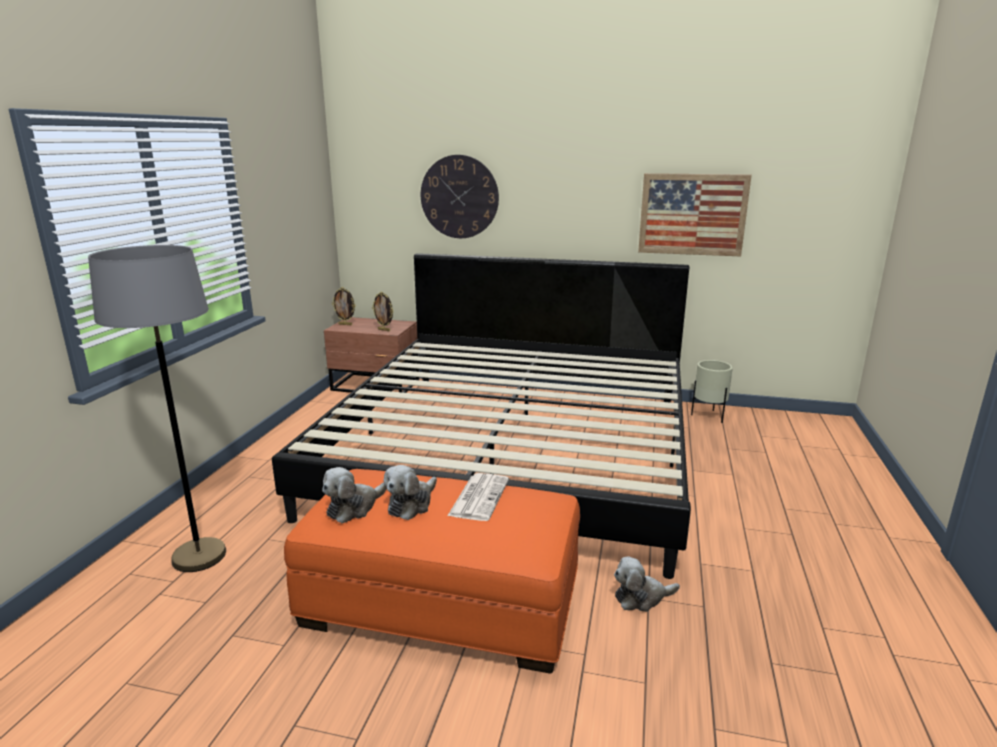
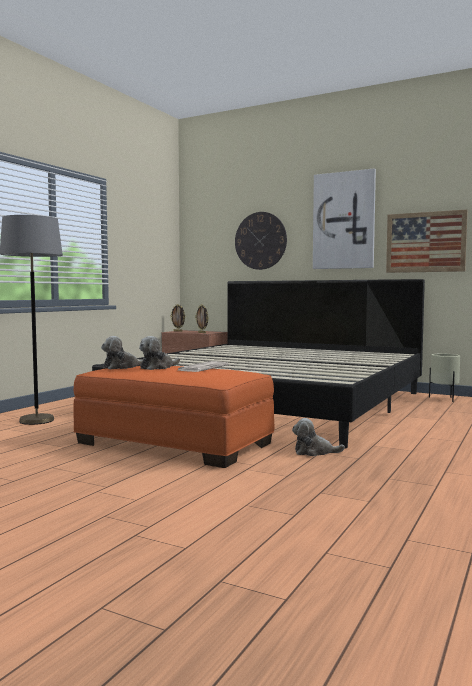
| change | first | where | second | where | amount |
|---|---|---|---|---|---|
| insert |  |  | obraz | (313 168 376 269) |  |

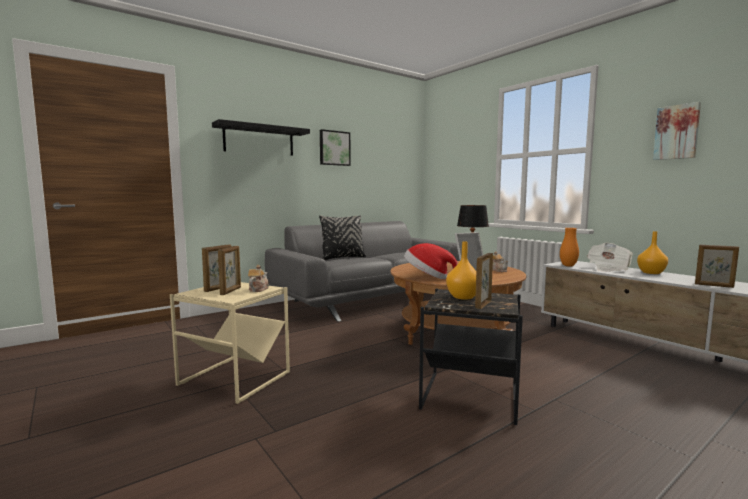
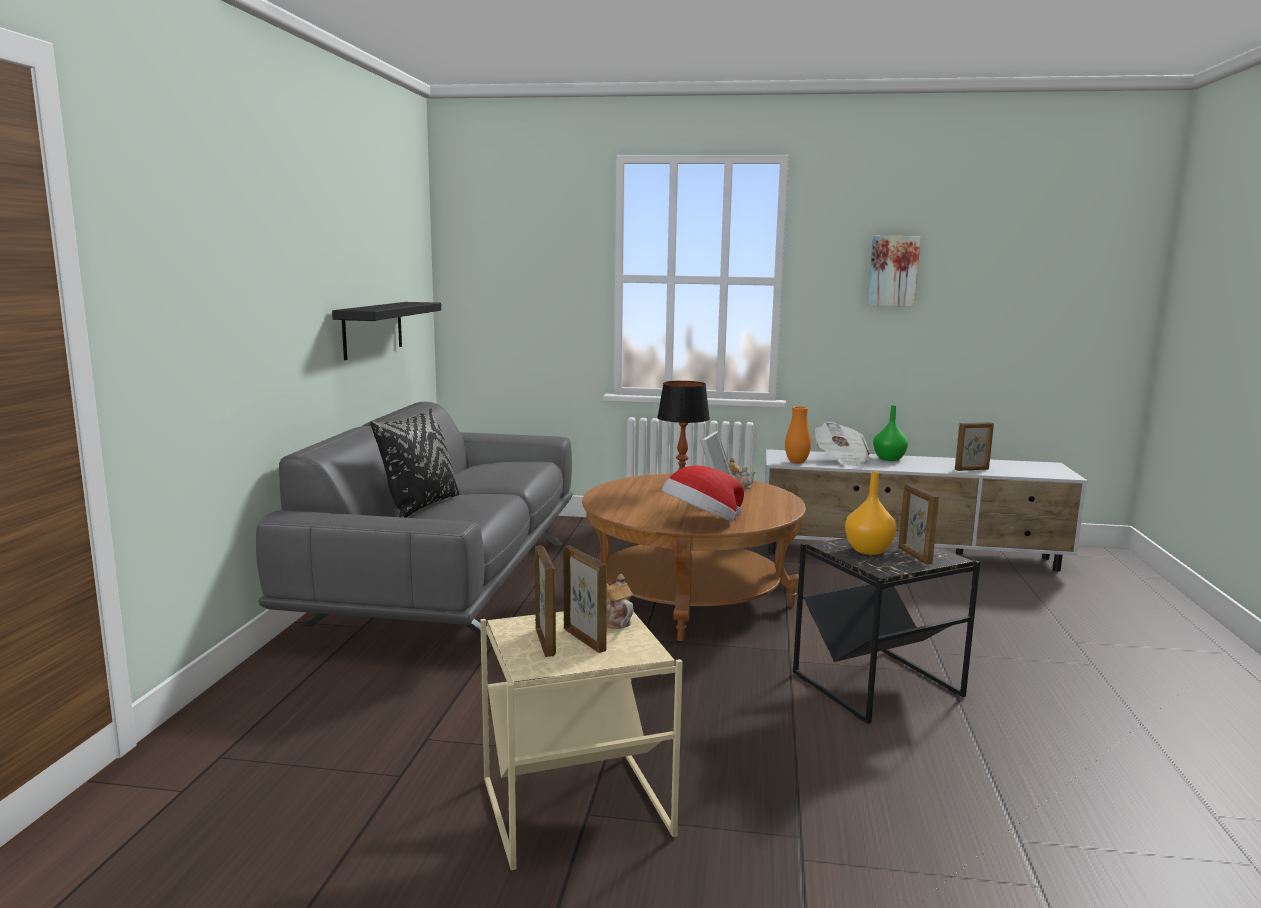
| change | first | where | second | where | amount |
|---|---|---|---|---|---|
| move | półka/czarny | (212 119 310 156) |  | (332 302 441 360) |  |
| delete | obraz | (320 129 351 166) |  |  |  |
| recolor | wazon/pomarańczowy | (637 231 668 274) | wazon/zielony | (873 405 908 461) |  |

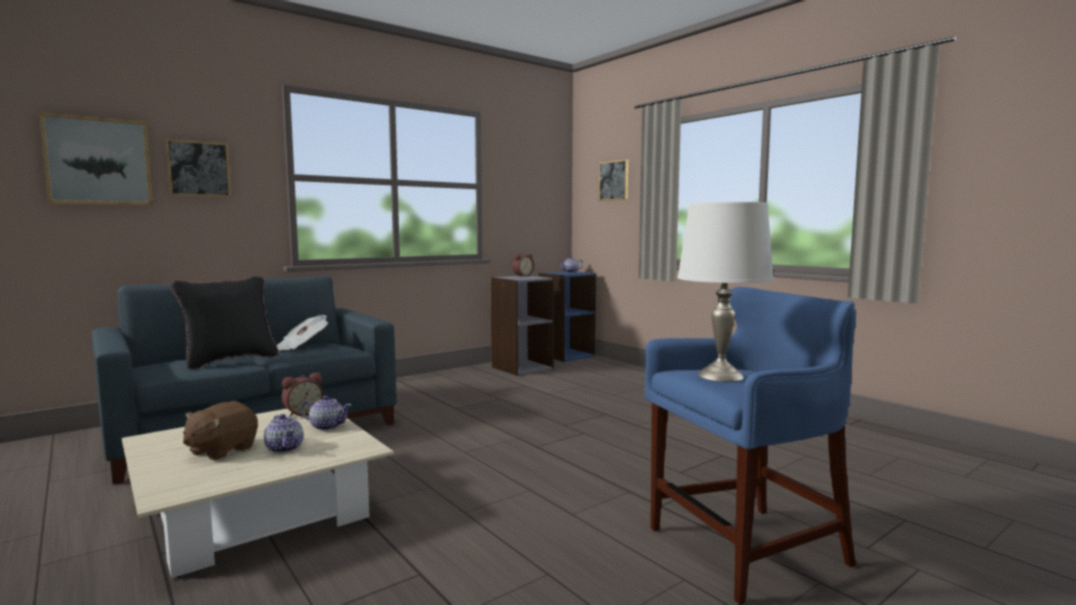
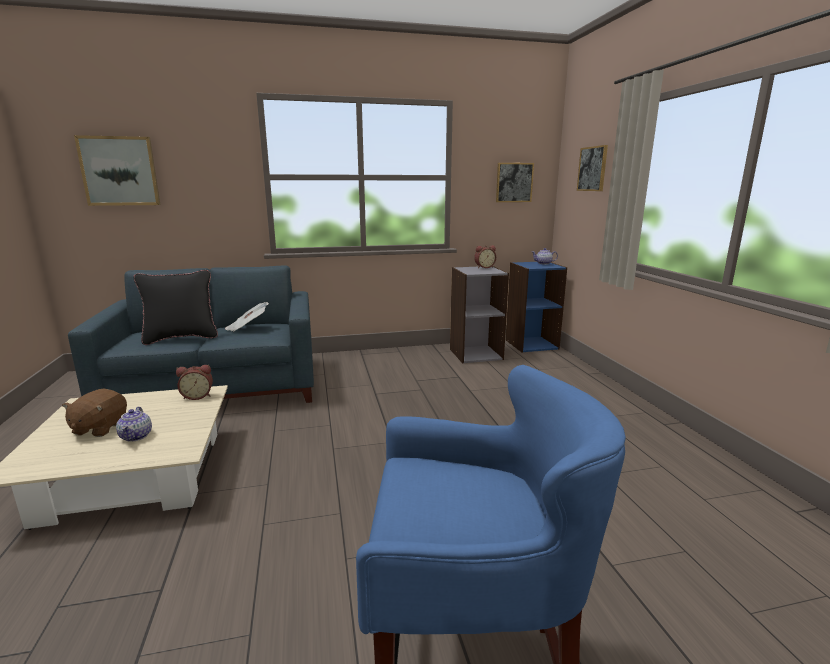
| change | first | where | second | where | amount |
|---|---|---|---|---|---|
| move | obraz | (166 139 231 197) |  | (496 163 534 202) |  |
| rotate | pluszak/brązowy | (183 401 258 460) |  | (62 389 127 437) | 45 degrees counterclockwise |
| delete | imbryk | (301 396 351 430) |  |  |  |
| delete | lampa stołowa/biały | (677 202 774 382) |  |  |  |

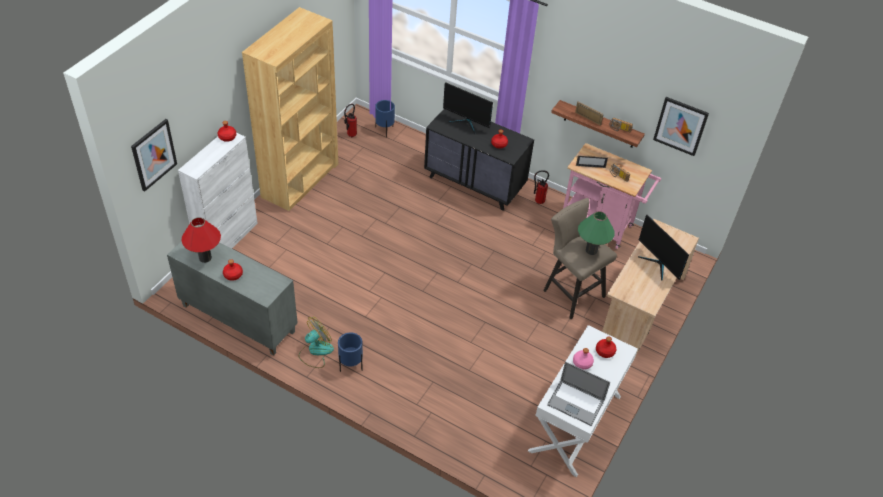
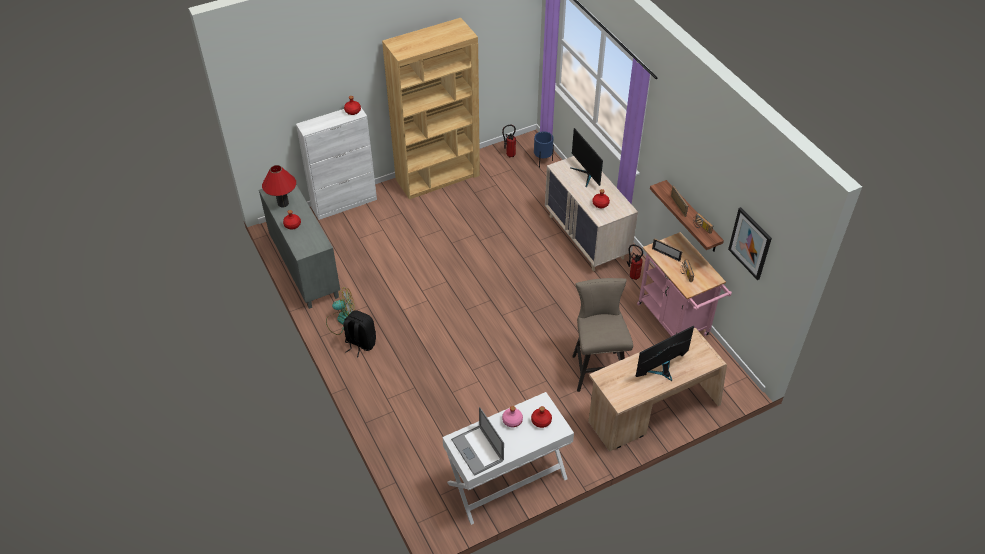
| change | first | where | second | where | amount |
|---|---|---|---|---|---|
| delete | obraz | (131 119 177 192) |  |  |  |
| replace | donica/niebieski | (338 332 363 372) | plecak/czarny | (343 310 376 358) |  |
| recolor | komoda/czarny | (424 109 534 211) | komoda/beżowy | (545 156 638 271) |  |
| delete | lampa stołowa/zielony | (578 211 615 255) |  |  |  |
| rotate | monitor | (638 215 689 281) |  | (635 326 694 381) | 60 degrees clockwise |

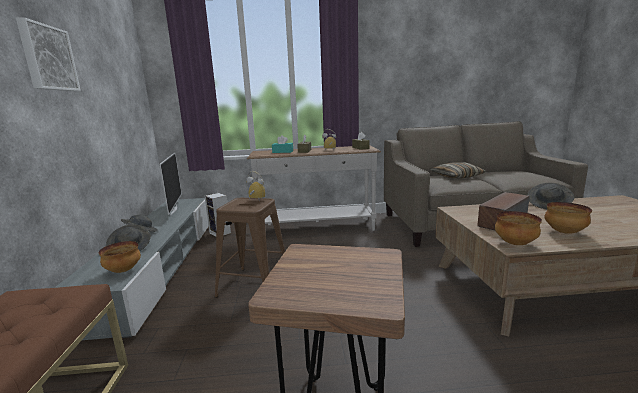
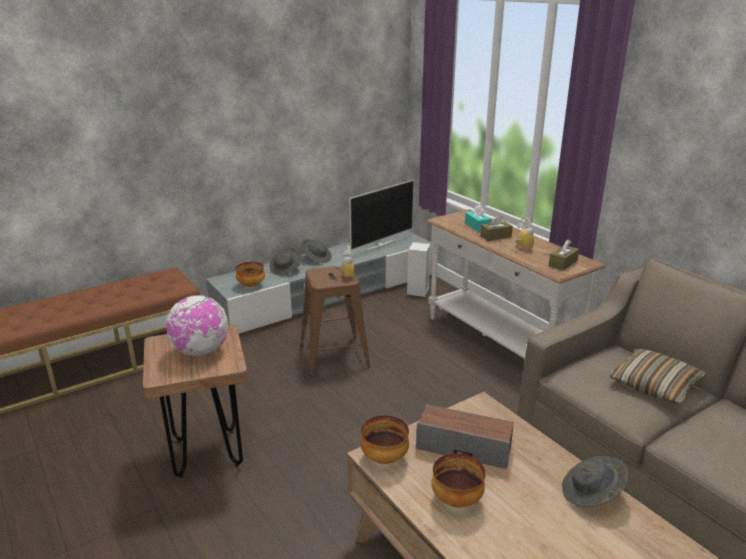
| change | first | where | second | where | amount |
|---|---|---|---|---|---|
| delete | obraz | (16 17 81 91) |  |  |  |
| insert |  |  | globus | (166 295 229 356) |  |

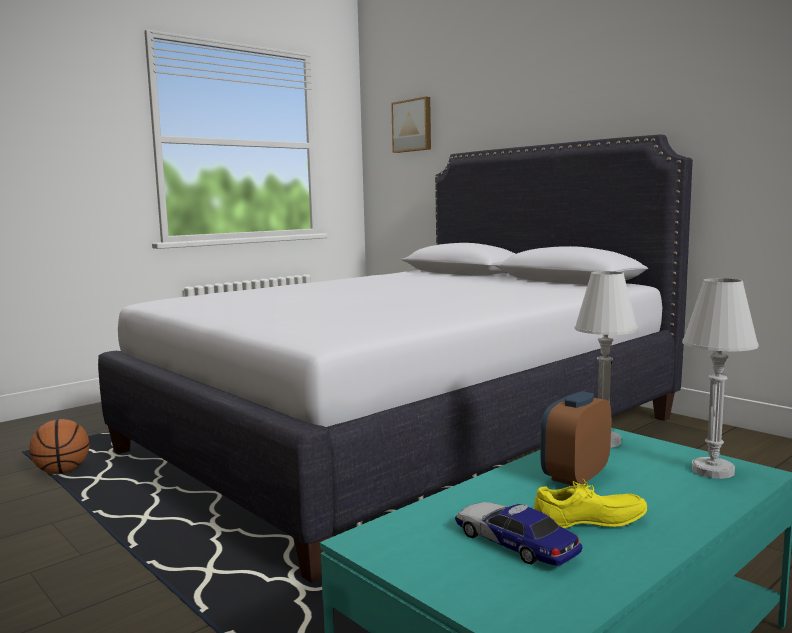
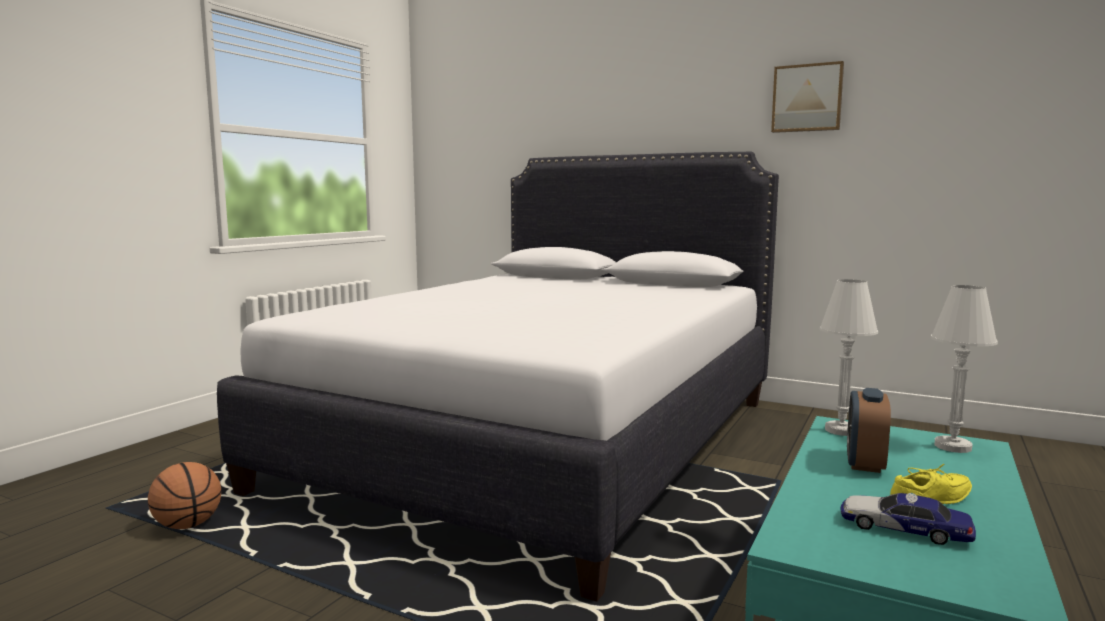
| change | first | where | second | where | amount |
|---|---|---|---|---|---|
| move | obraz | (391 97 431 153) |  | (771 61 844 133) |  |

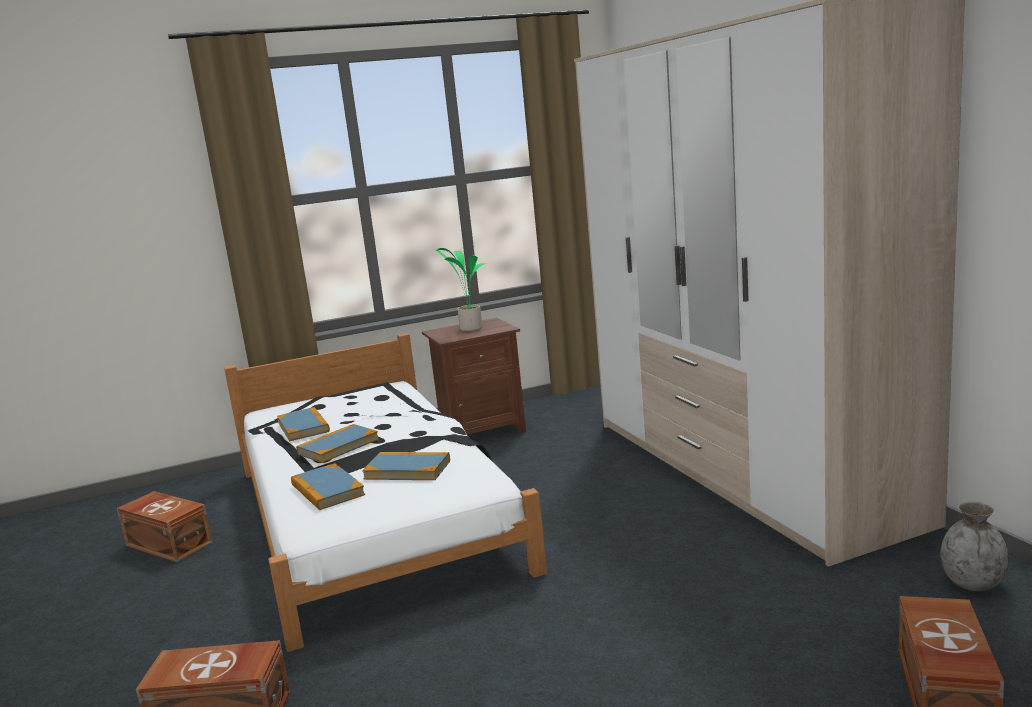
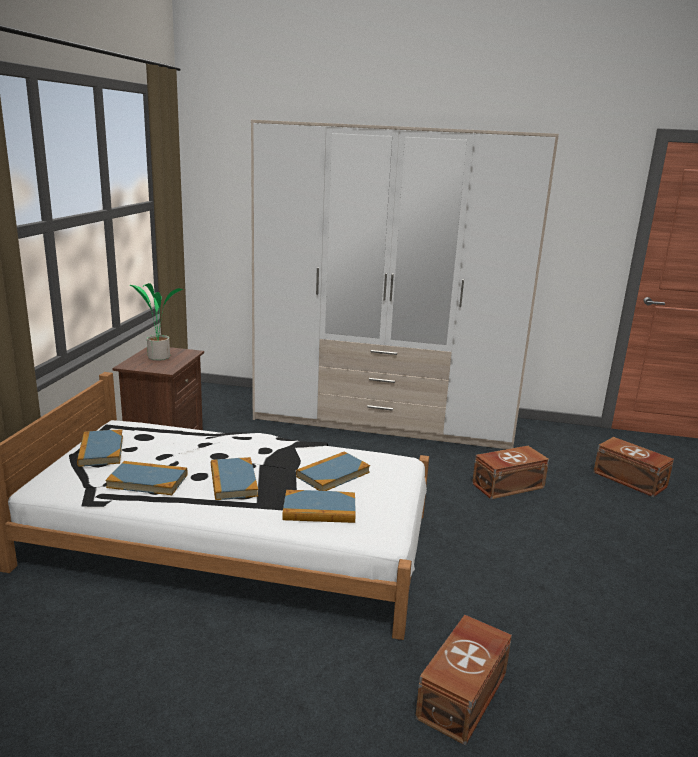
| change | first | where | second | where | amount |
|---|---|---|---|---|---|
| move | pojemnik do przechowywania/brązowy | (117 491 213 562) |  | (472 446 549 499) |  |
| delete | wazon/szary | (941 501 1009 591) |  |  |  |
| insert |  |  | książka | (77 429 123 467) |  |

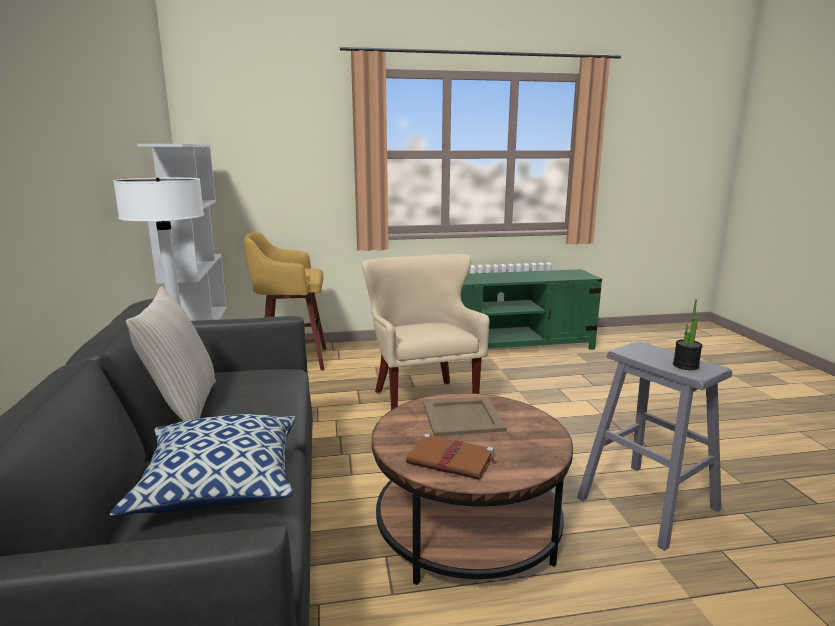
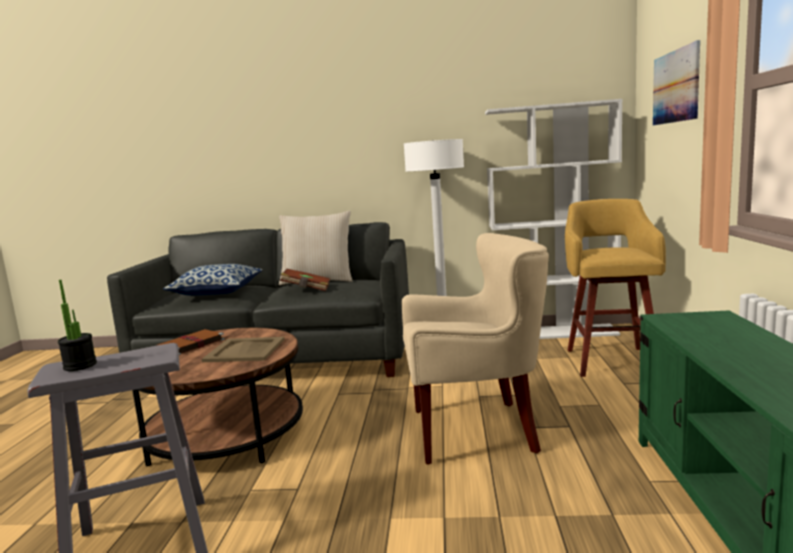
| change | first | where | second | where | amount |
|---|---|---|---|---|---|
| insert |  |  | książka/brązowy | (280 269 330 291) |  |
| insert |  |  | obraz | (653 40 700 125) |  |

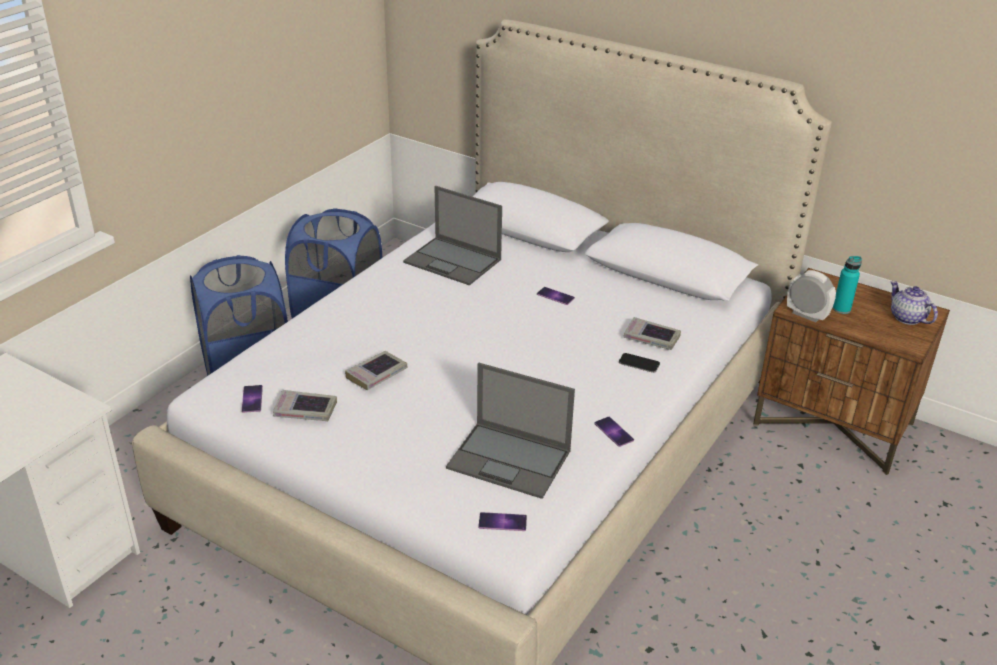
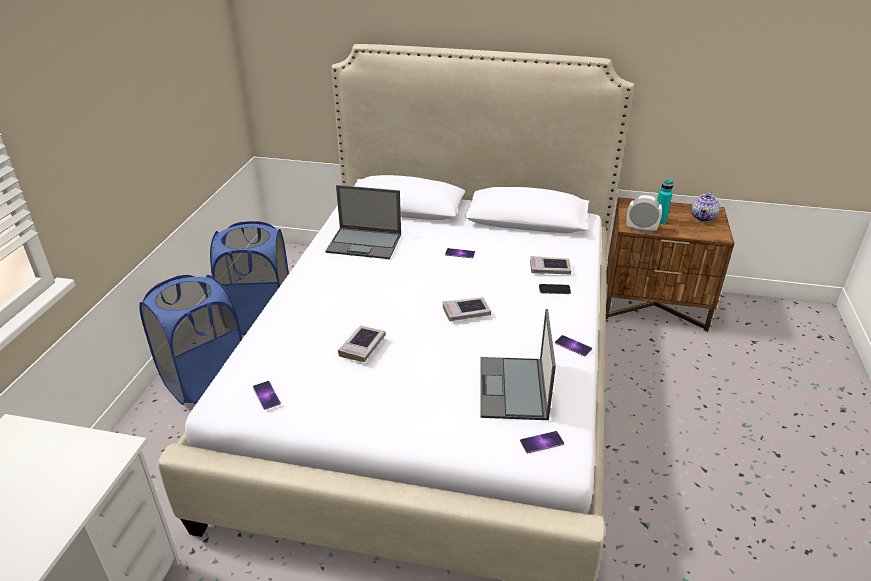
| change | first | where | second | where | amount |
|---|---|---|---|---|---|
| move | książka | (273 390 337 421) |  | (443 297 491 321) |  |
| rotate | laptop | (446 363 575 499) |  | (481 309 556 420) | 90 degrees clockwise |
| rotate | imbryk | (890 281 938 325) |  | (691 191 720 222) | 105 degrees counterclockwise |

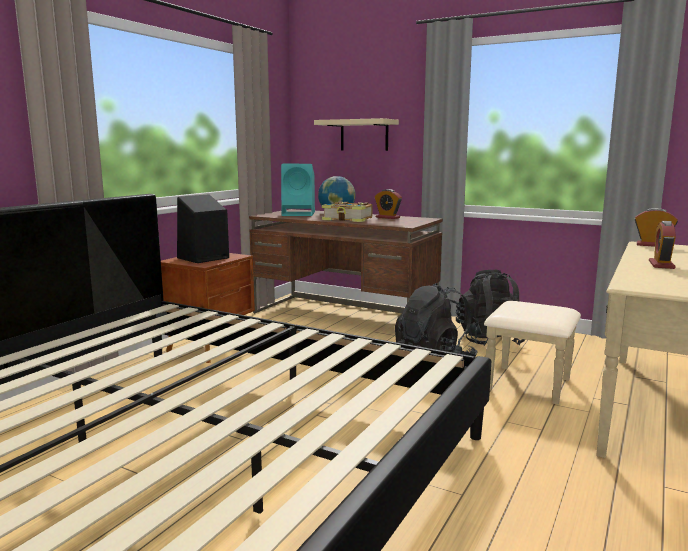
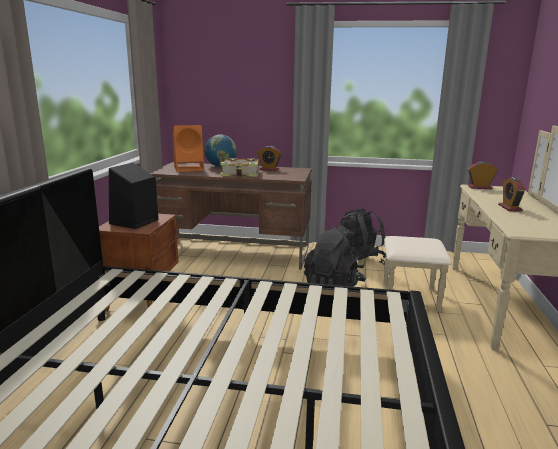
| change | first | where | second | where | amount |
|---|---|---|---|---|---|
| recolor | głośnik/turkusowy | (281 164 315 216) | głośnik/pomarańczowy | (172 125 204 172) |  |
| delete | półka/beżowy | (314 118 399 151) |  |  |  |

